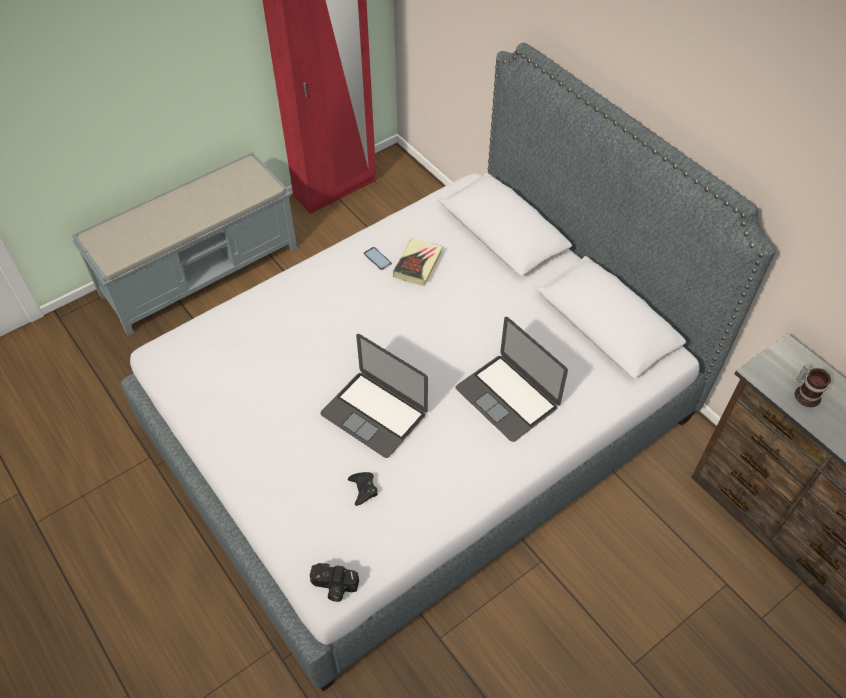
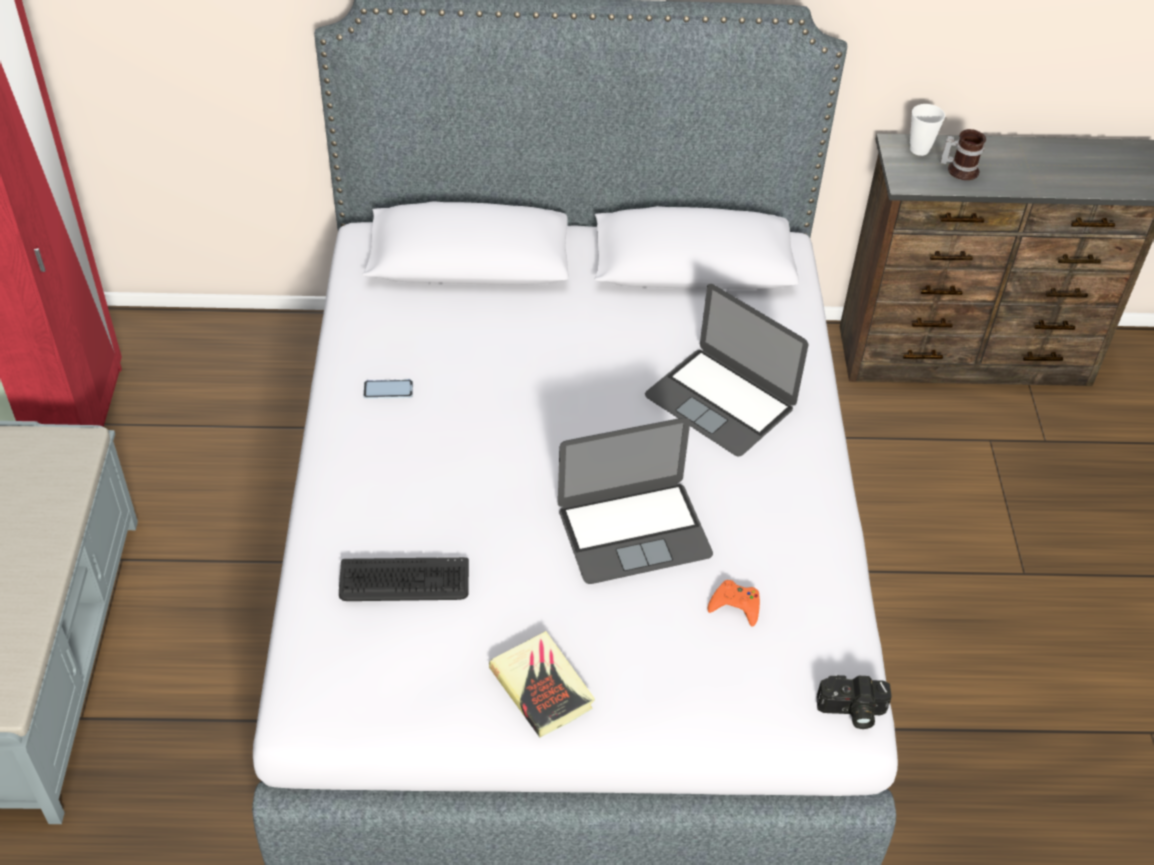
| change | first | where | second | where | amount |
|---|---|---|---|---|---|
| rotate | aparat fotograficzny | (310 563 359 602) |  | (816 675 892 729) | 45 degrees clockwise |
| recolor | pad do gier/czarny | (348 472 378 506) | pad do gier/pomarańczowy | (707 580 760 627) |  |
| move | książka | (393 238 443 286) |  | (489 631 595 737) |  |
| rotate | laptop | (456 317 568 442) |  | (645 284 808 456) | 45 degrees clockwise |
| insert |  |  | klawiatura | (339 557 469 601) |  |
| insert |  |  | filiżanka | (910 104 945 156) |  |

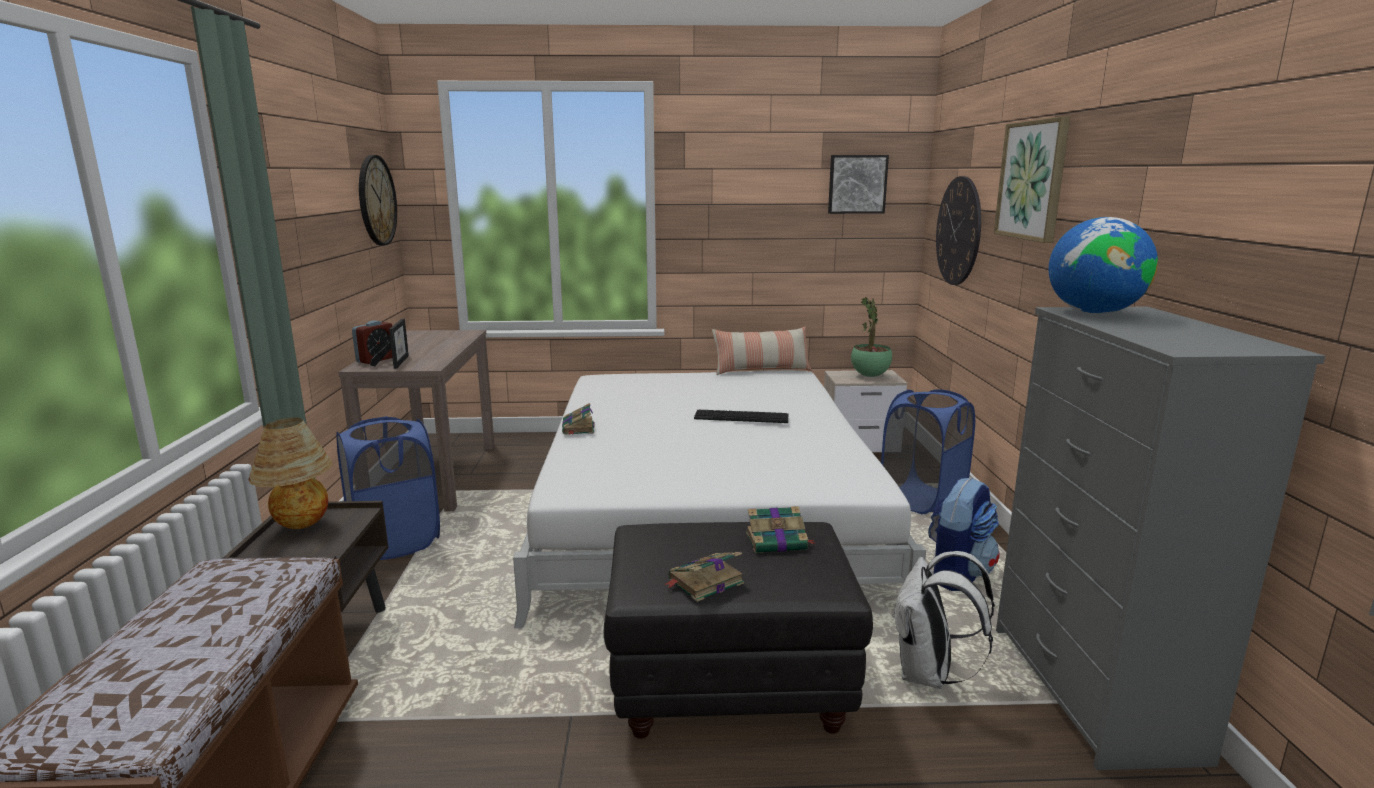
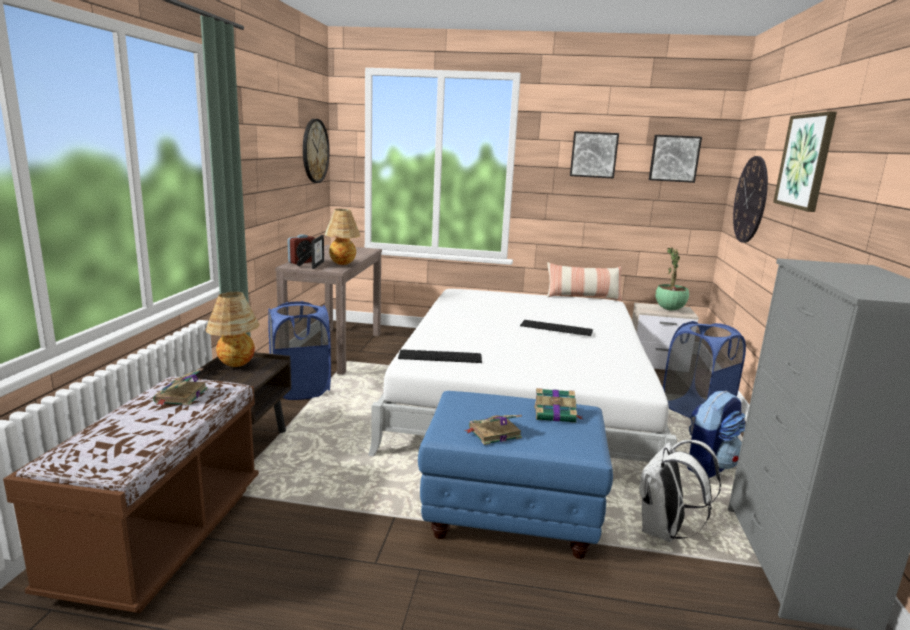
| change | first | where | second | where | amount |
|---|---|---|---|---|---|
| move | książka | (562 403 595 435) |  | (153 368 208 406) |  |
| recolor | pufa/czarny | (603 522 873 739) | pufa/niebieski | (418 391 613 559) |  |
| delete | globus | (1049 217 1158 314) |  |  |  |
| insert |  |  | lampa stołowa | (325 209 361 265) |  |
| insert |  |  | klawiatura | (398 349 482 363) |  |
| insert |  |  | obraz | (570 131 619 179) |  |

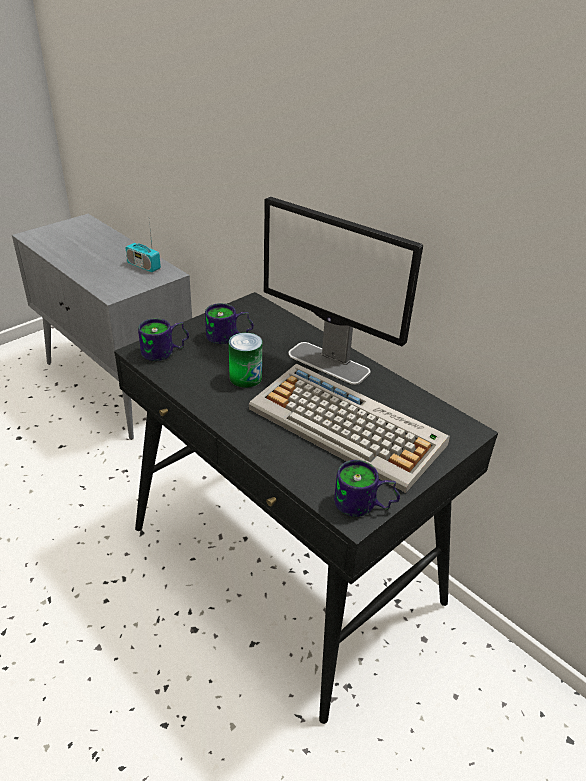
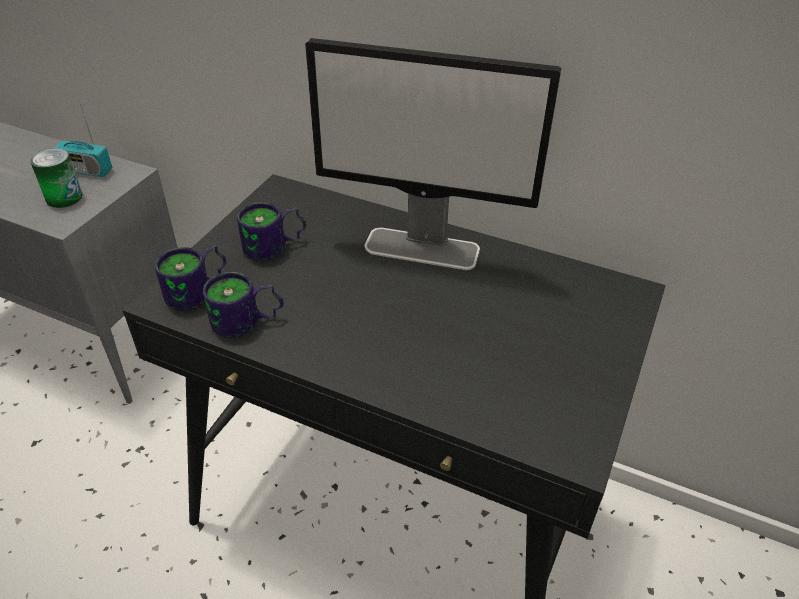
| change | first | where | second | where | amount |
|---|---|---|---|---|---|
| move | puszka | (229 333 262 388) |  | (30 148 83 208) |  |
| delete | klawiatura | (249 364 450 493) |  |  |  |
| move | kubek | (334 460 400 517) |  | (203 272 284 338) |  |

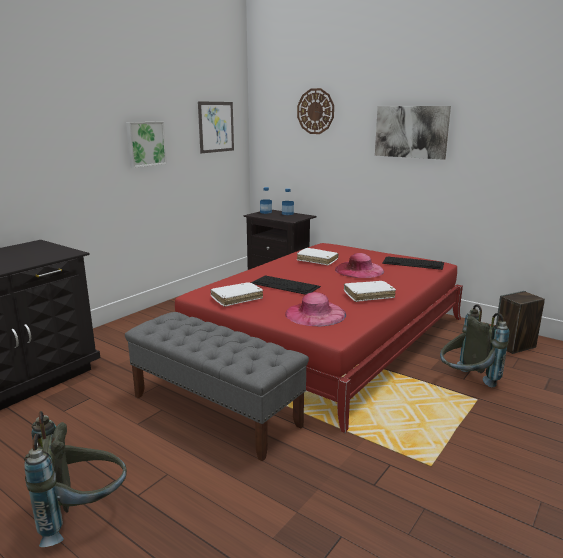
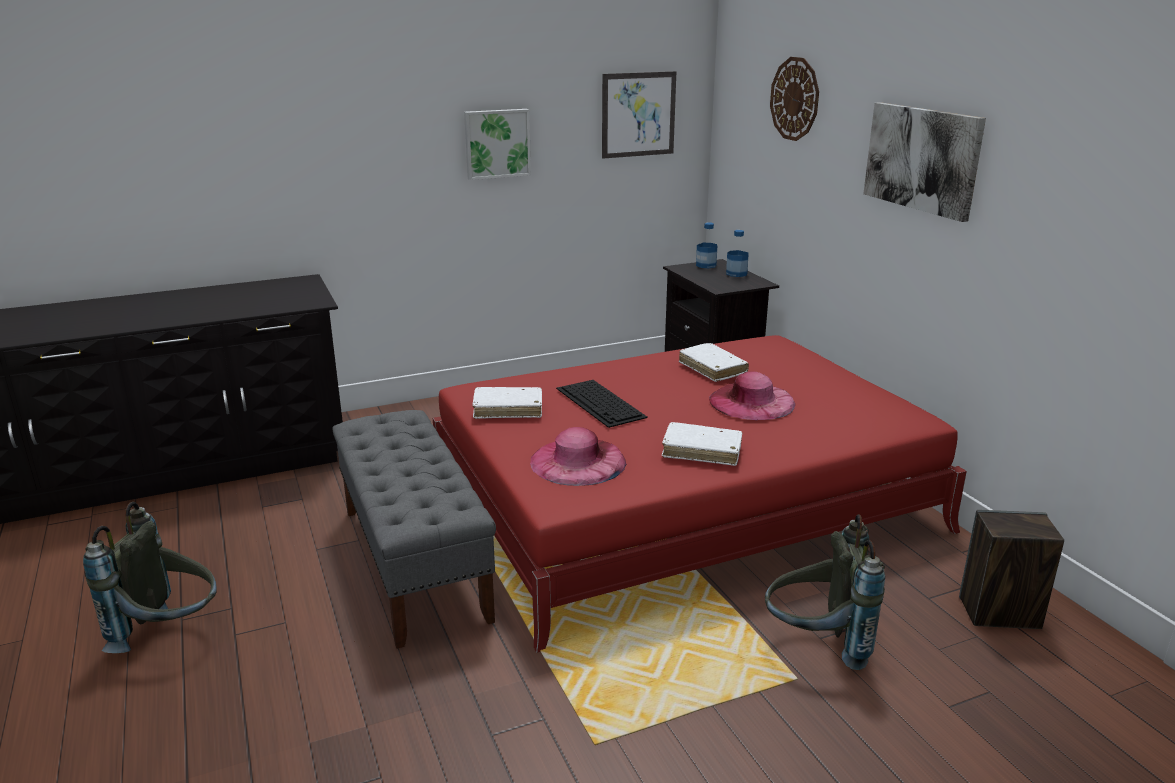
| change | first | where | second | where | amount |
|---|---|---|---|---|---|
| delete | klawiatura | (382 257 444 270) |  |  |  |

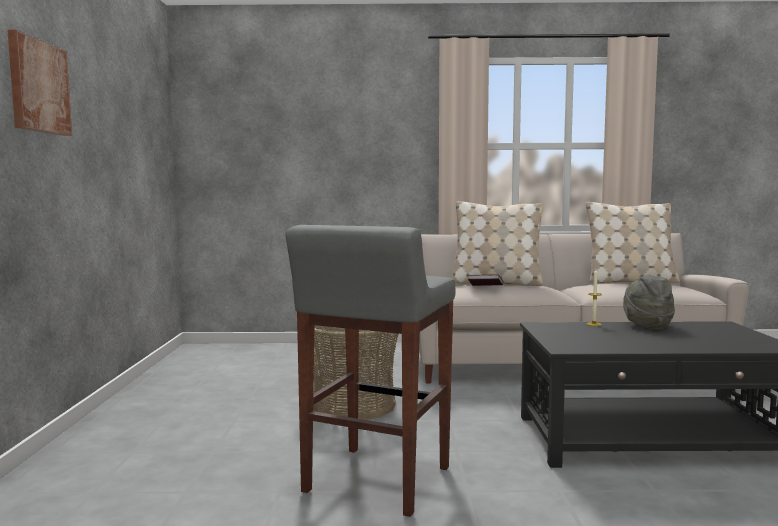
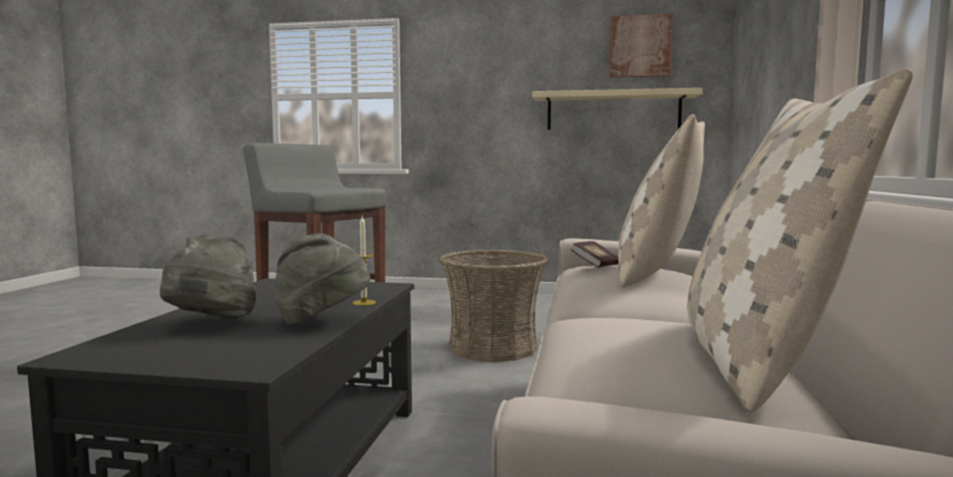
| change | first | where | second | where | amount |
|---|---|---|---|---|---|
| move | obraz | (7 30 72 136) |  | (609 13 673 78) |  |
| insert |  |  | kapelusz/szary | (160 234 256 317) |  |
| insert |  |  | półka/beżowy | (532 88 703 130) |  |

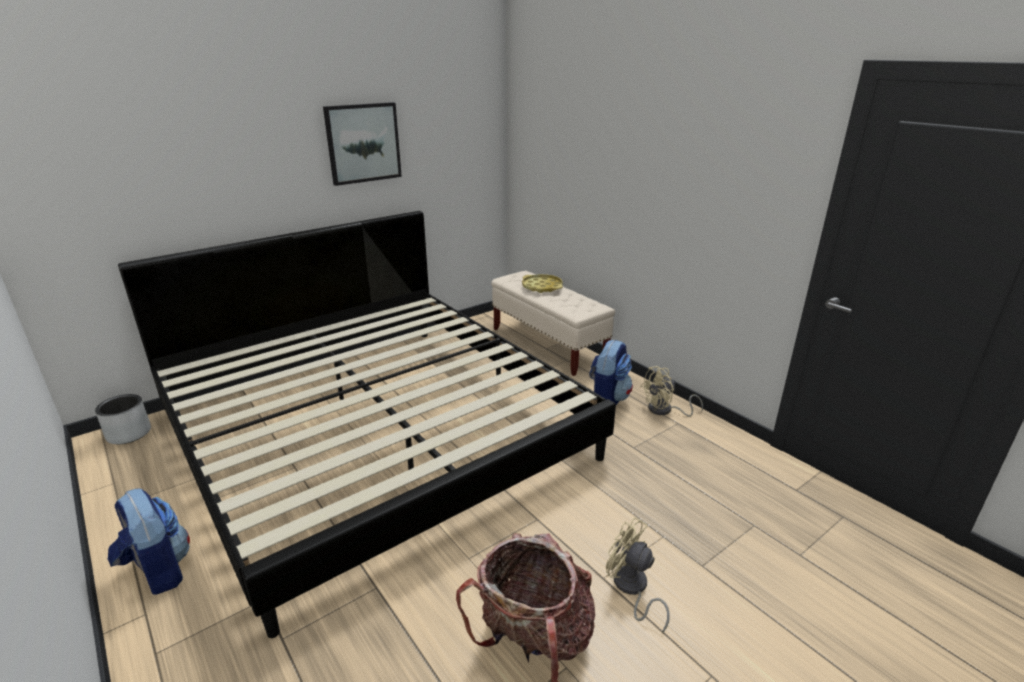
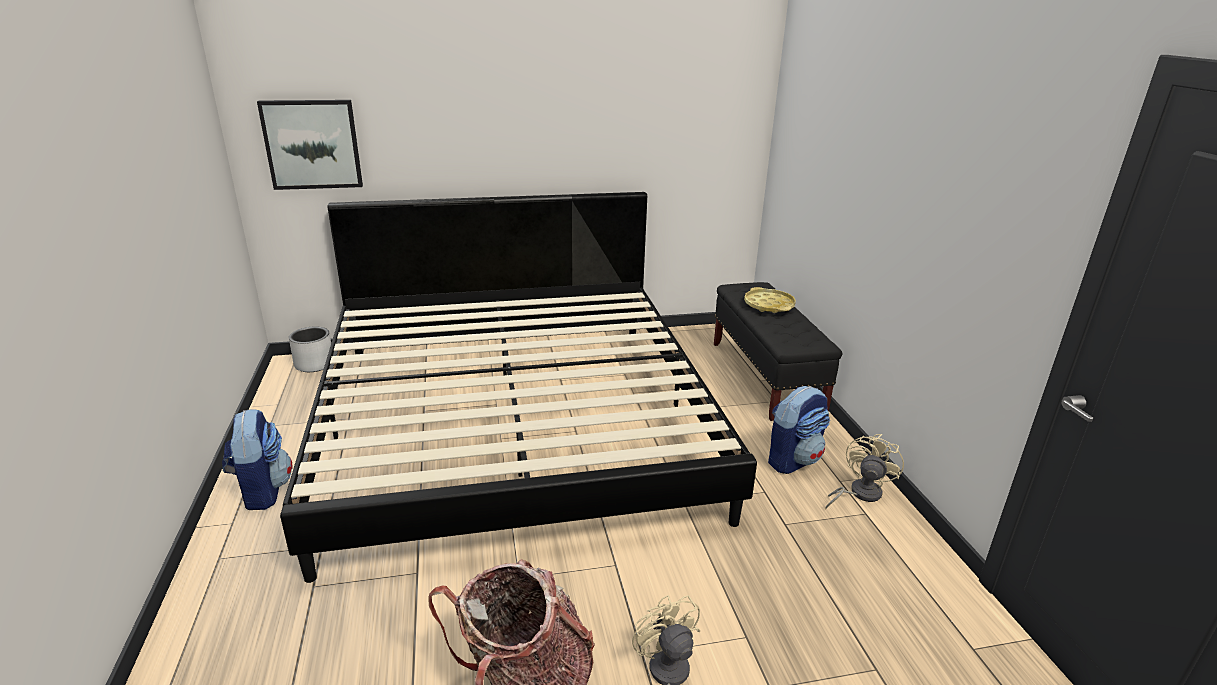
| change | first | where | second | where | amount |
|---|---|---|---|---|---|
| move | obraz | (323 102 402 186) |  | (257 100 363 190) |  |
| recolor | ławka/beżowy | (491 271 615 376) | ławka/czarny | (714 282 842 421) |  |
| rotate | wentylator/beżowy | (640 366 703 417) |  | (825 434 904 509) | 120 degrees clockwise |

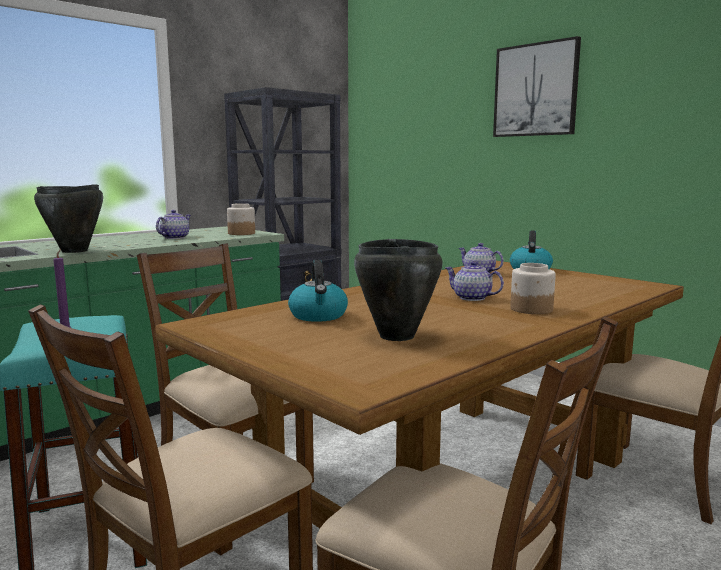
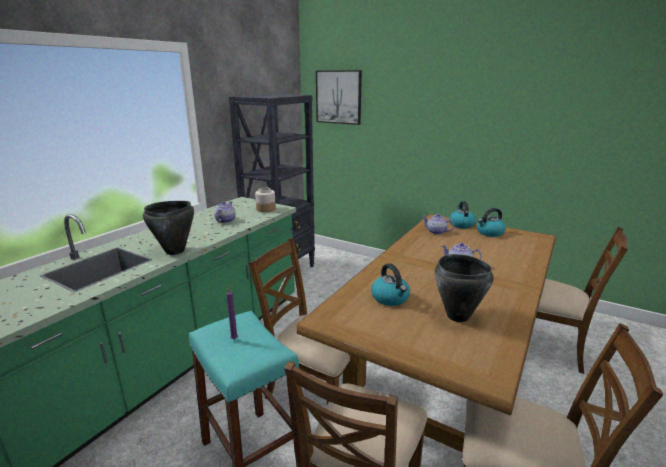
| change | first | where | second | where | amount |
|---|---|---|---|---|---|
| move | obraz | (493 36 581 137) |  | (316 70 362 125) |  |
| delete | słoik | (510 263 556 314) |  |  |  |
| insert |  |  | czajnik | (477 208 506 237) |  |

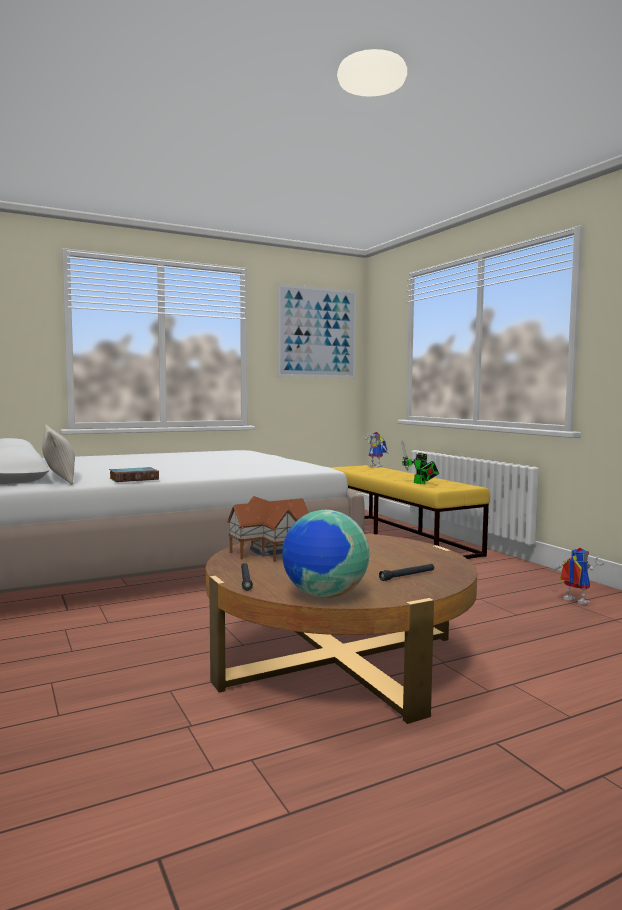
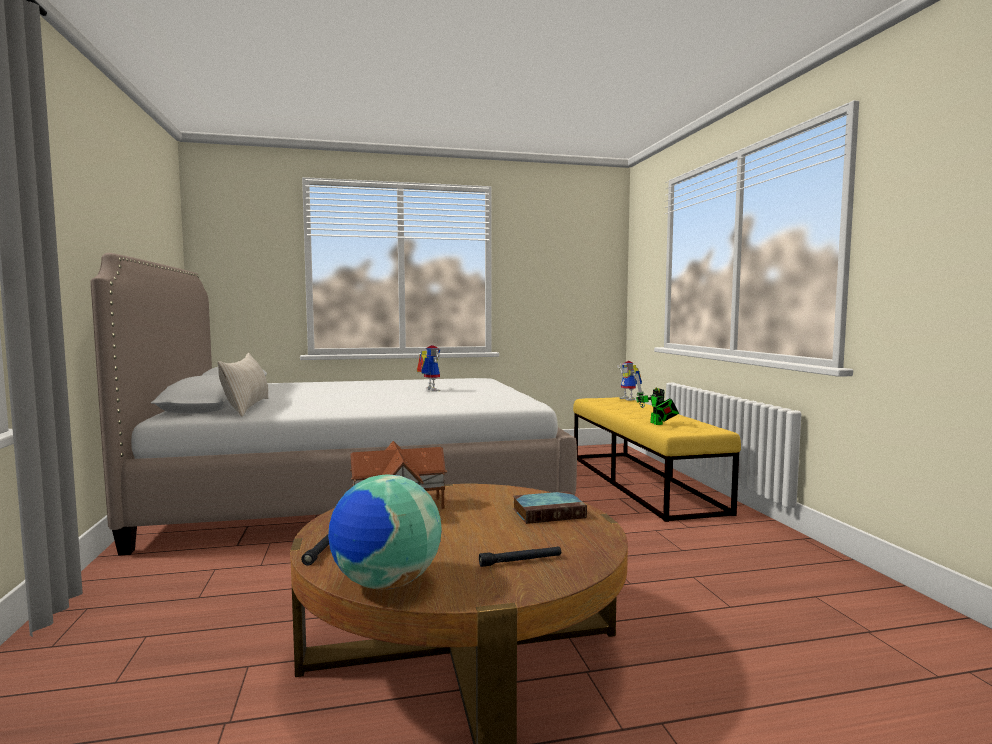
| change | first | where | second | where | amount |
|---|---|---|---|---|---|
| move | książka | (109 467 159 482) |  | (513 491 587 524) |  |
| delete | obraz | (277 283 357 378) |  |  |  |
| move | robot zabawkowy | (549 548 605 605) |  | (417 345 440 392) |  |

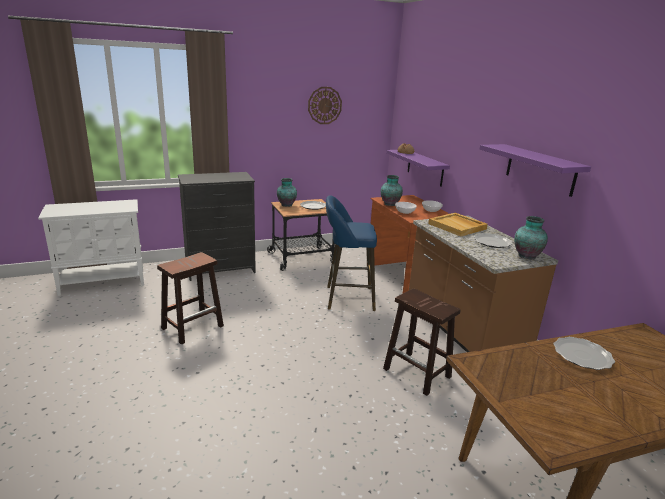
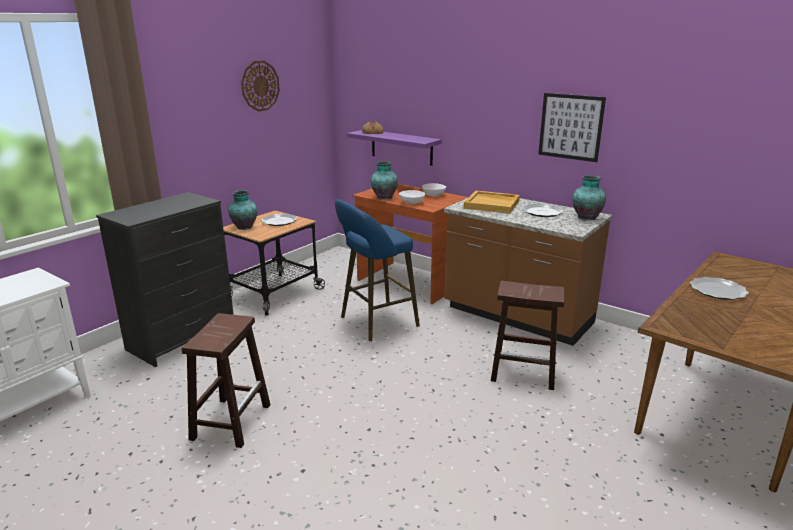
| change | first | where | second | where | amount |
|---|---|---|---|---|---|
| replace | półka/fioletowy | (480 144 591 197) | obraz | (538 93 606 162) |  |

